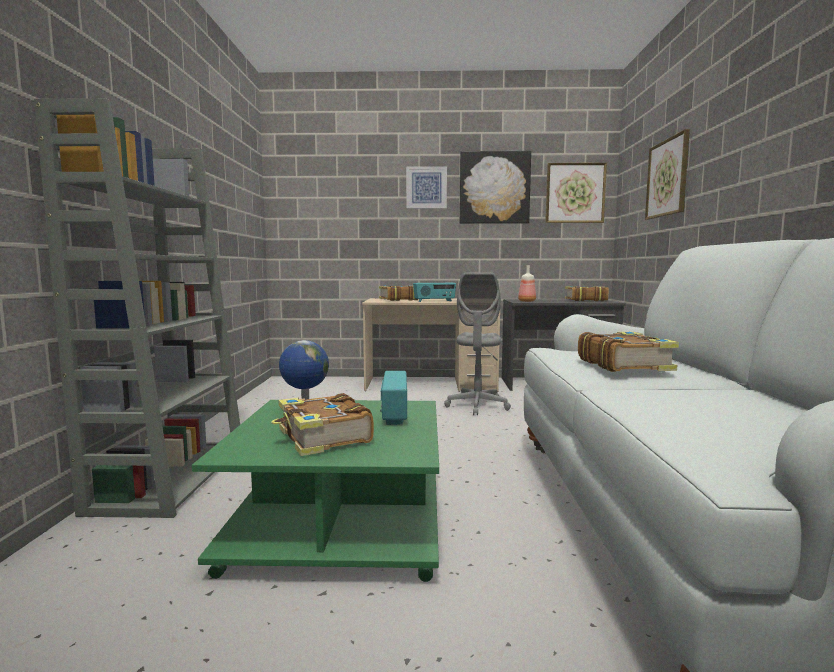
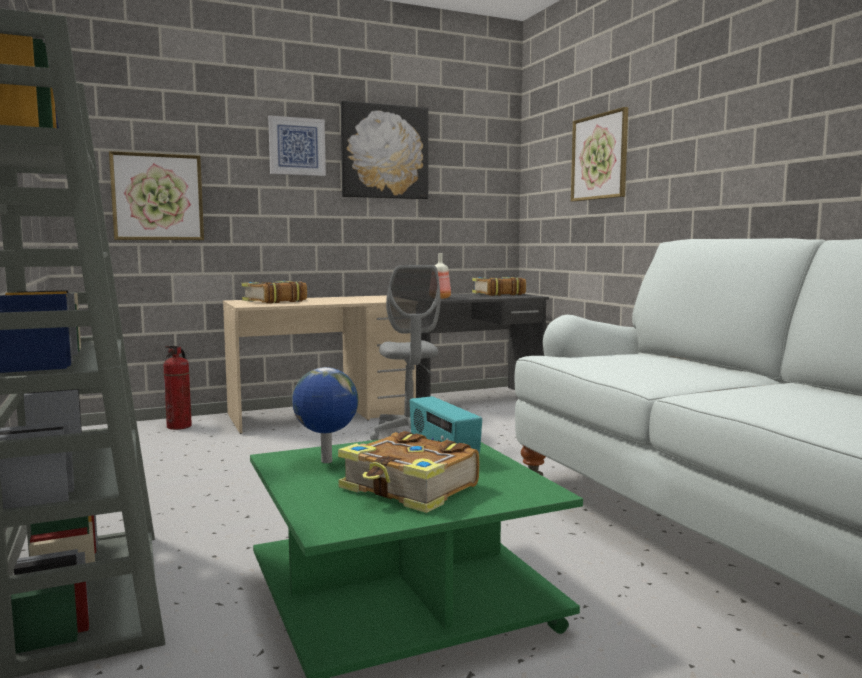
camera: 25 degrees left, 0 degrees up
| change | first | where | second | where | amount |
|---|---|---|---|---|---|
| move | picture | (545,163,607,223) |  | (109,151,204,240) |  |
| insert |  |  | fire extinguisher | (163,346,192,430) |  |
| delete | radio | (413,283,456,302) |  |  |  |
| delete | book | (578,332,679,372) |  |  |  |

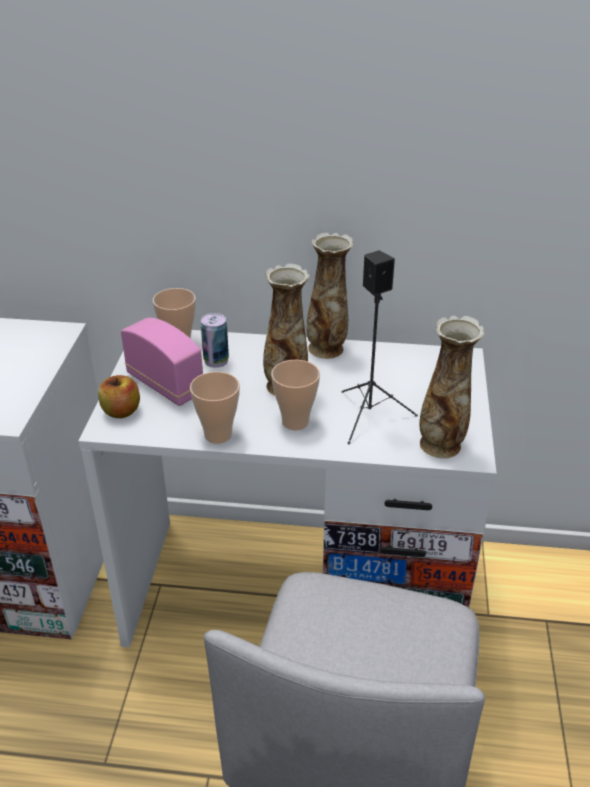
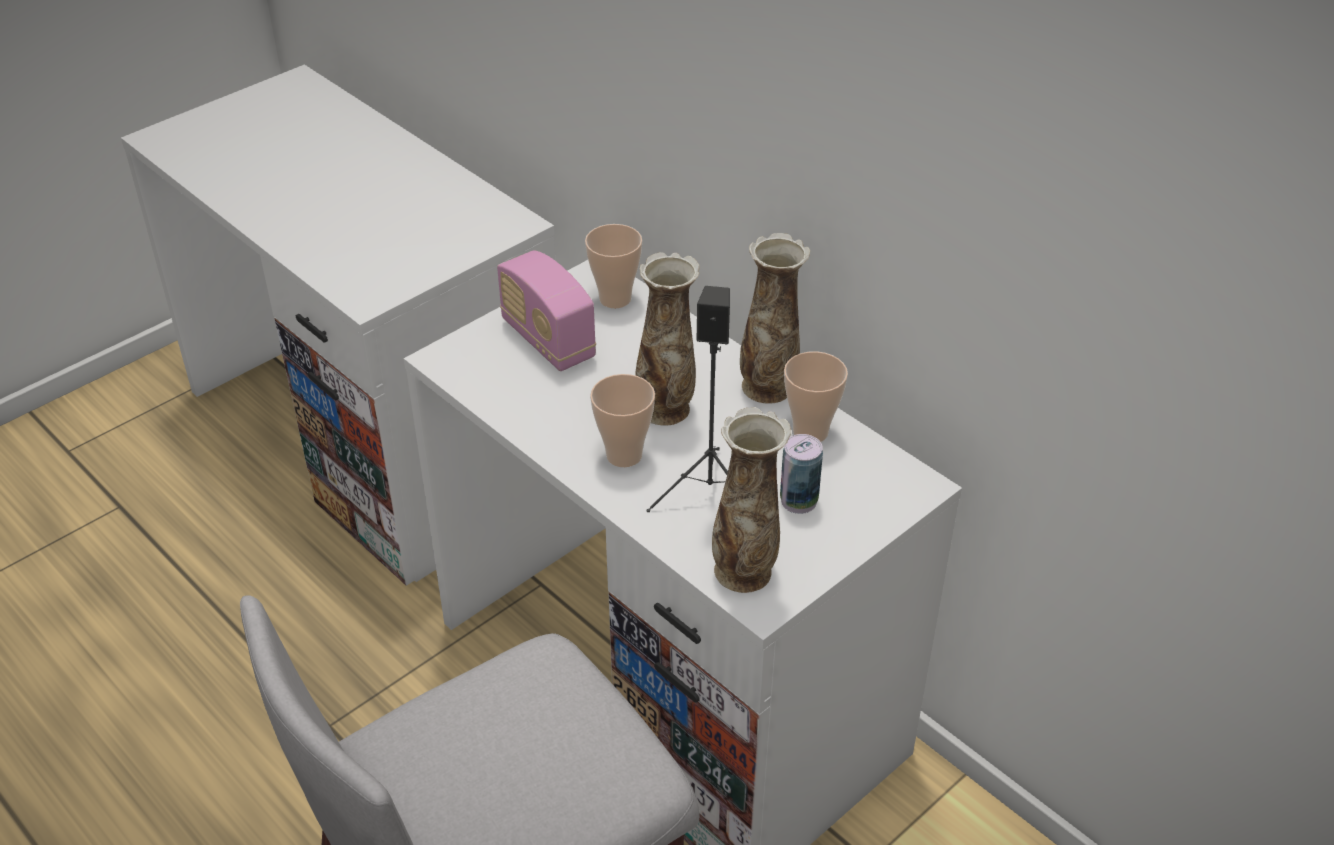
camera: 40 degrees right, 5 degrees up
| change | first | where | second | where | amount |
|---|---|---|---|---|---|
| rotate | radio | (121,318,203,406) |  | (497,250,596,371) | 150 degrees clockwise |
| move | can | (201,313,229,368) |  | (780,434,823,514) |  |
| move | cup | (190,372,240,444) |  | (784,351,848,442) |  |
| delete | apple | (98,375,140,418) |  |  |  |

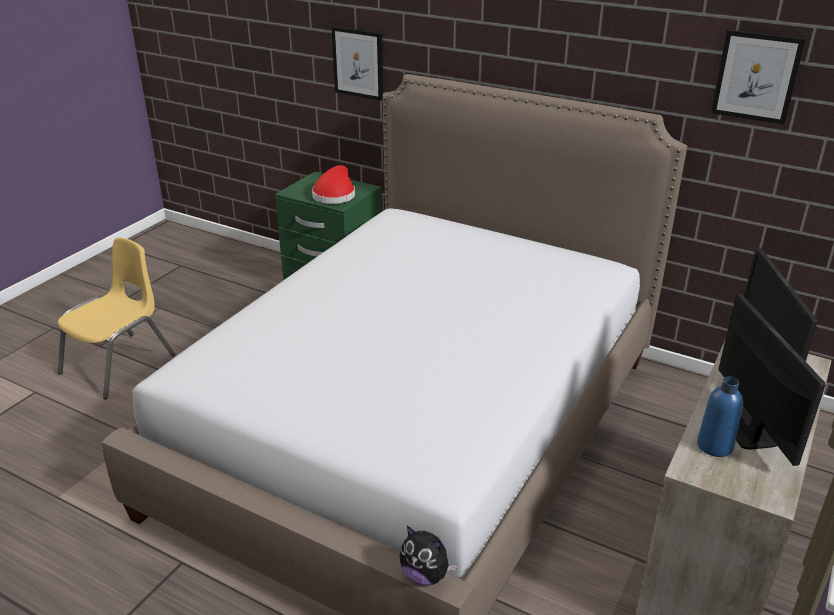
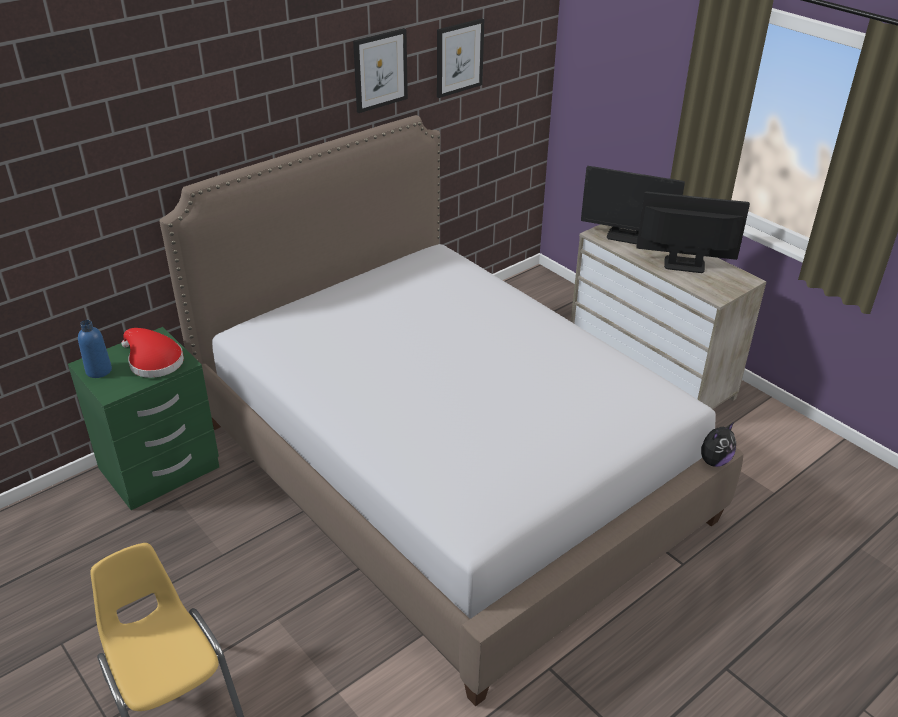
camera: 70 degrees left, 5 degrees up
| change | first | where | second | where | amount |
|---|---|---|---|---|---|
| move | bottle (blue) | (697,376,743,457) |  | (78,320,112,378) |  |
| move | picture | (332,26,383,101) |  | (353,28,408,113) |  |

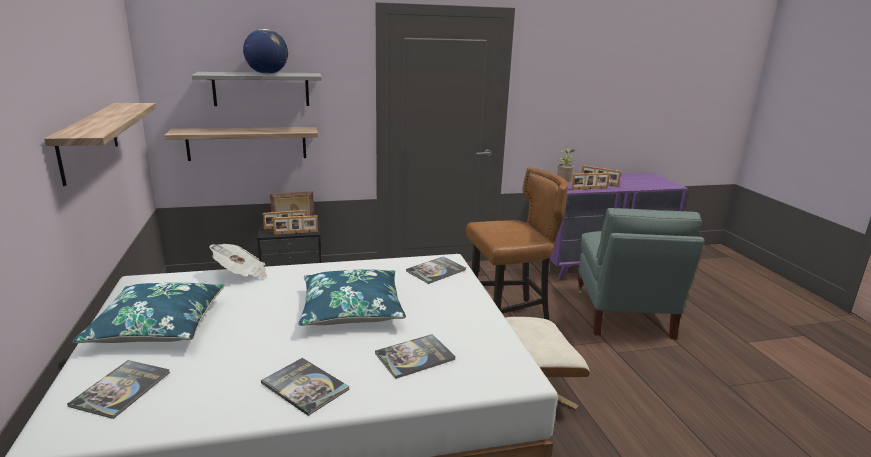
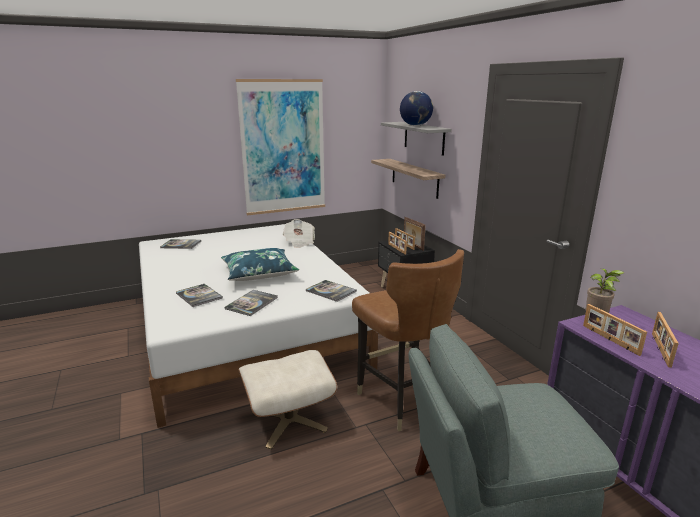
camera: 80 degrees right, 0 degrees up
| change | first | where | second | where | amount |
|---|---|---|---|---|---|
| move | book | (261,358,350,416) |  | (224,290,278,316) |  |
| replace | shelf | (44,103,156,186) | picture | (236,79,325,215) |  |
| delete | pillow (blue) | (72,283,225,343) |  |  |  |

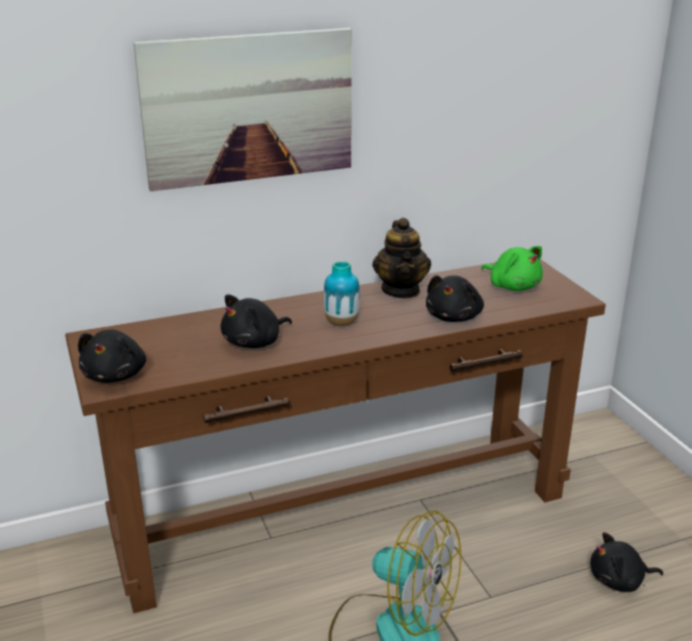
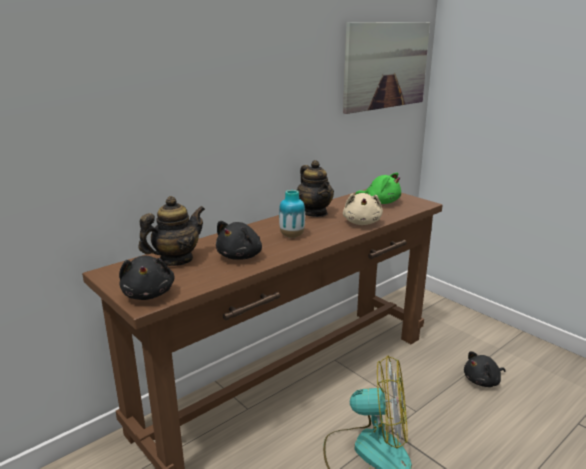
camera: 20 degrees left, 5 degrees down
| change | first | where | second | where | amount |
|---|---|---|---|---|---|
| insert |  |  | teapot | (138,196,205,266) |  |
| move | picture | (133,28,352,191) |  | (343,22,430,114) |  |
| recolor | plush toy (black) | (426,275,484,322) | plush toy (beige) | (343,193,383,225) |  |

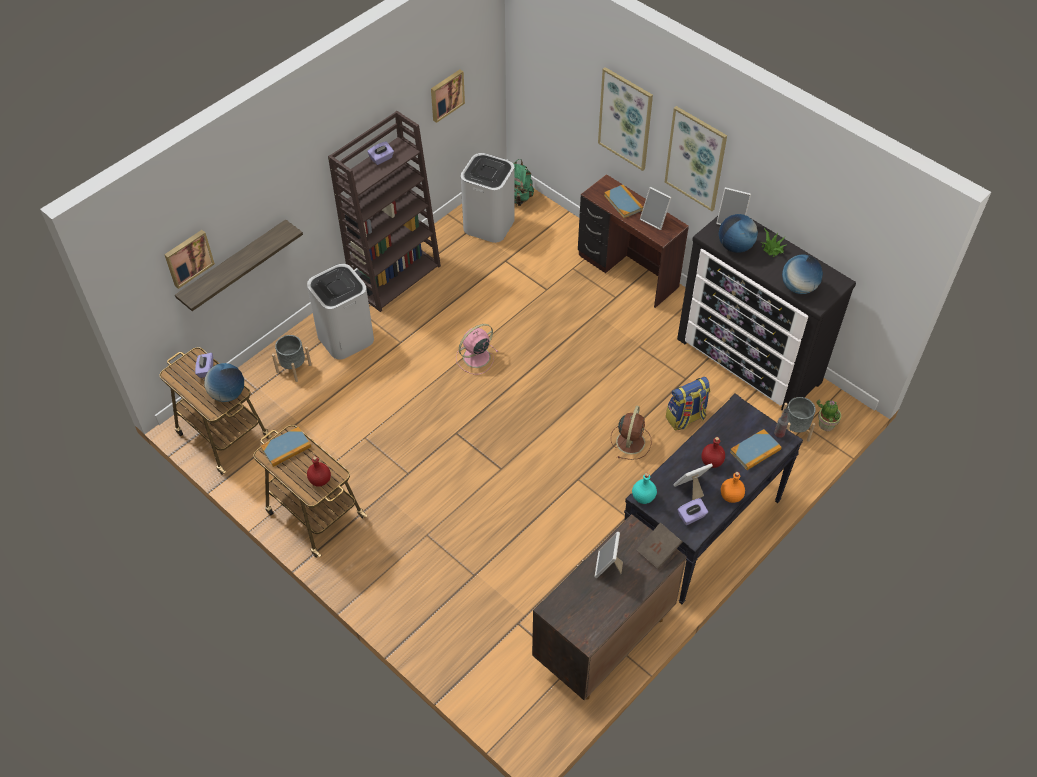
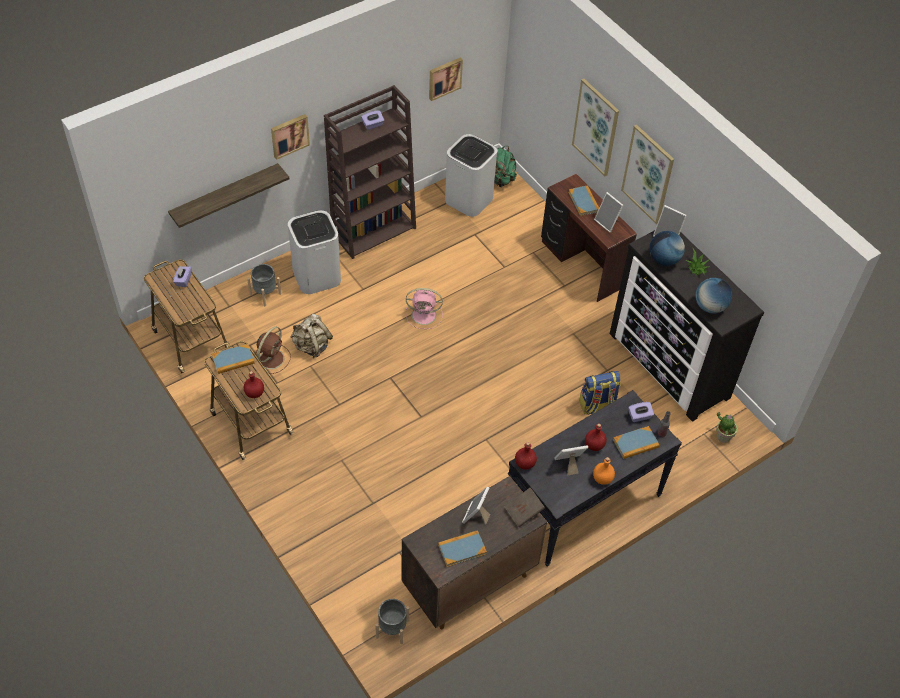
camera: 10 degrees right, 0 degrees up
| change | first | where | second | where | amount |
|---|---|---|---|---|---|
| move | fan (brown) | (611,405,652,460) |  | (255,327,291,374) |  |
| move | picture | (164,230,215,289) |  | (271,114,310,160) |  |
| insert |  |  | backpack (beige) | (290,314,333,358) |  |
| move | planter (grey) | (781,397,816,442) |  | (375,599,409,644) |  |
| rotate | fan (pink) | (456,324,498,374) |  | (406,288,443,329) | 150 degrees counterclockwise |
| insert |  |  | book | (438,530,487,567) |  |
| recolor | bottle (turquoise) | (632,473,657,504) | bottle (red) | (515,442,537,470) |  |
| move | tissue box (purple) | (678,498,708,525) |  | (628,402,654,422) |  |
| delete | globe | (204,363,244,402) |  |  |  |

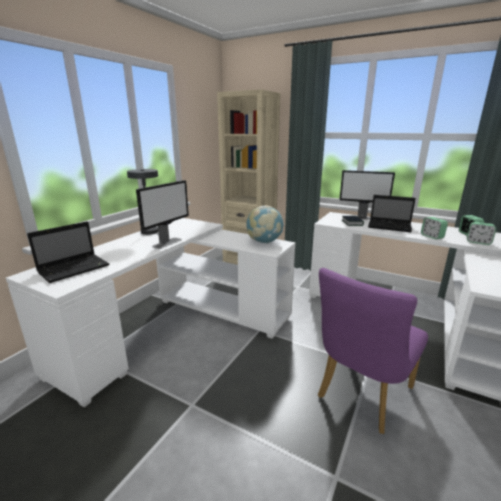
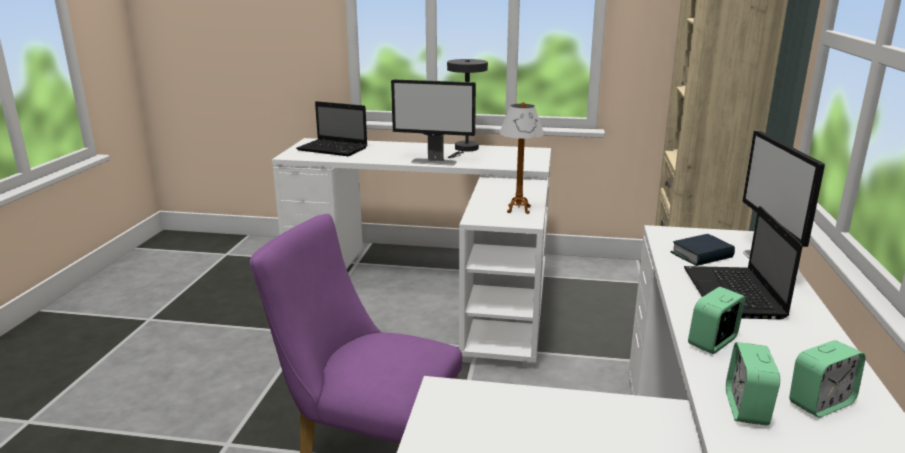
camera: 70 degrees right, 0 degrees up
| change | first | where | second | where | amount |
|---|---|---|---|---|---|
| replace | globe | (246,205,284,243) | table lamp | (499,102,544,214) |  |

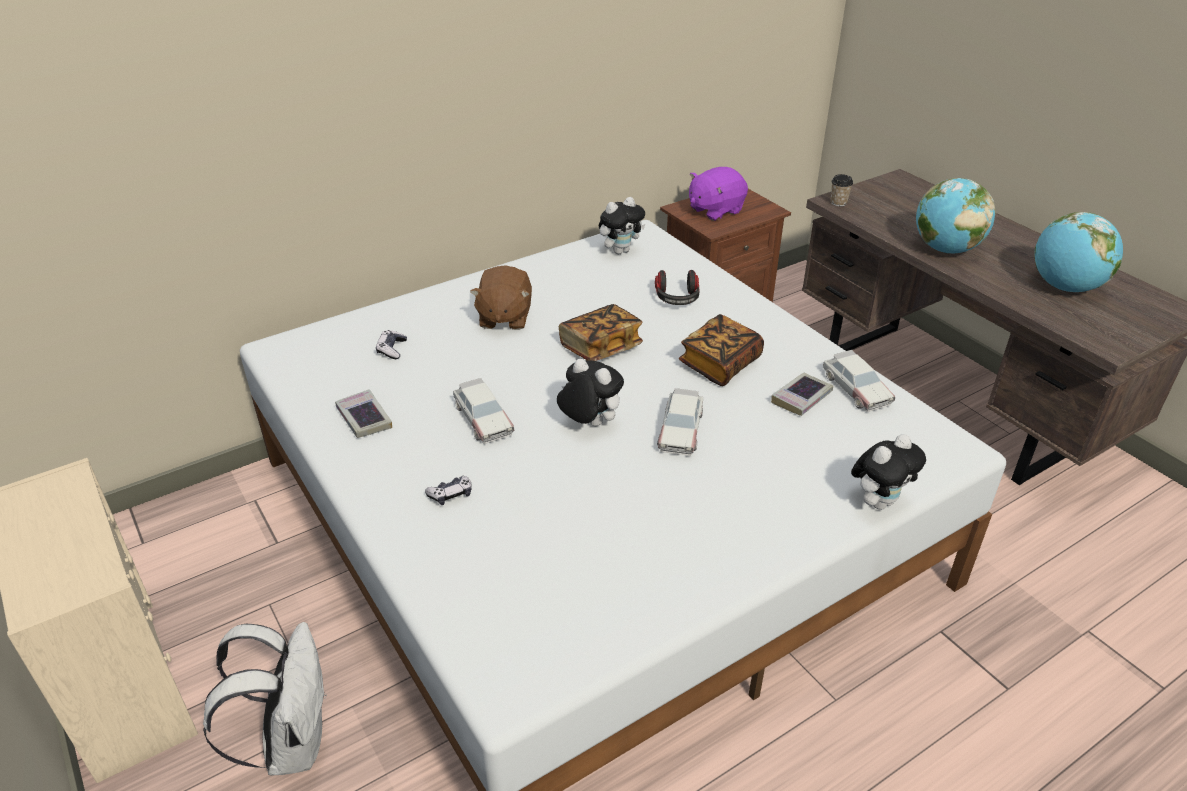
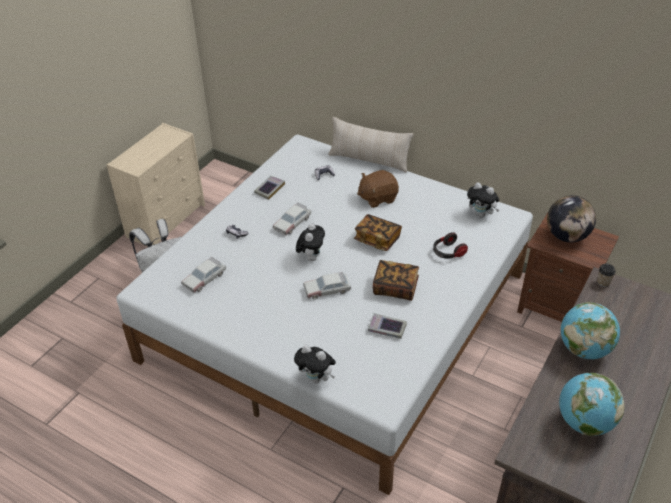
camera: 65 degrees right, 5 degrees up
| change | first | where | second | where | amount |
|---|---|---|---|---|---|
| move | toy car | (823,350,895,412) |  | (181,257,226,294) |  |
| insert |  |  | pillow (beige) | (328,117,414,173) |  |
| replace | plush toy (purple) | (689,167,748,221) | globe | (547,195,596,242) |  |

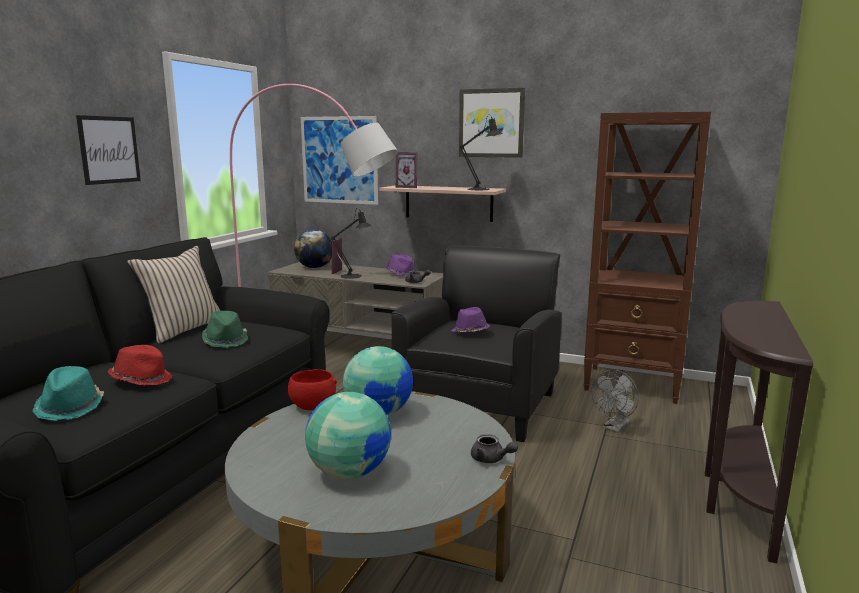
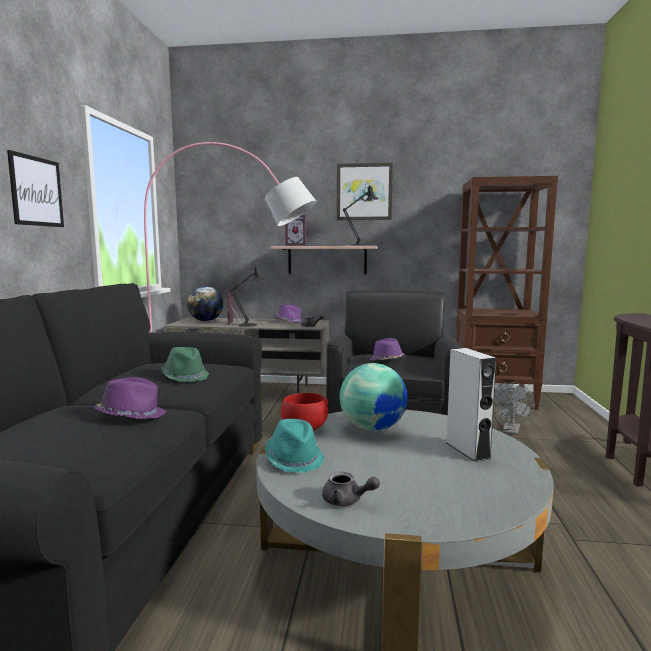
camera: 15 degrees left, 5 degrees down
| change | first | where | second | where | amount |
|---|---|---|---|---|---|
| recolor | hat (red) | (108,345,172,386) | hat (purple) | (94,377,165,419) |  |
| move | hat (turquoise) | (33,366,104,421) |  | (265,419,324,473) |  |
| move | teapot (grey) | (471,434,518,463) |  | (322,472,380,506) |  |
| insert |  |  | speaker (grey) | (445,348,496,462) |  |
| delete | pillow (beige) | (127,246,220,344) |  |  |  |
| delete | picture | (301,116,378,205) |  |  |  |
| delete | globe | (305,392,391,479) |  |  |  |

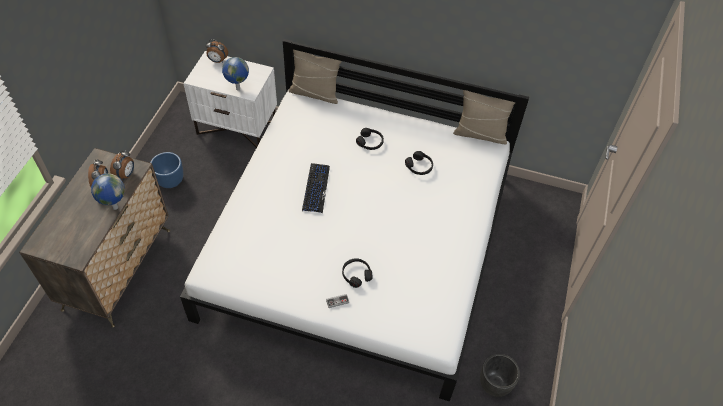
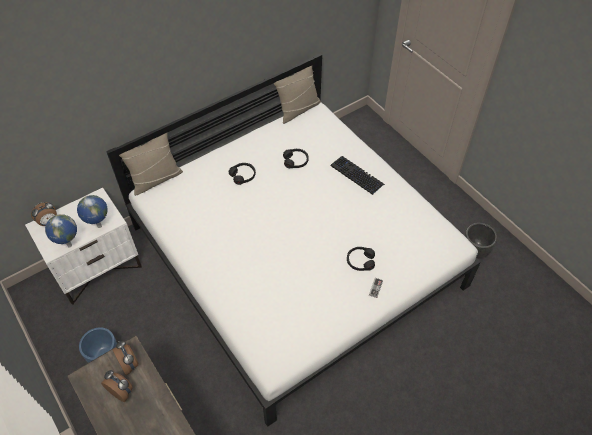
camera: 50 degrees left, 0 degrees up
| change | first | where | second | where | amount |
|---|---|---|---|---|---|
| move | globe | (91,173,125,210) |  | (45,214,77,248) |  |
| move | keyboard | (302,163,330,213) |  | (331,156,385,195) |  |

